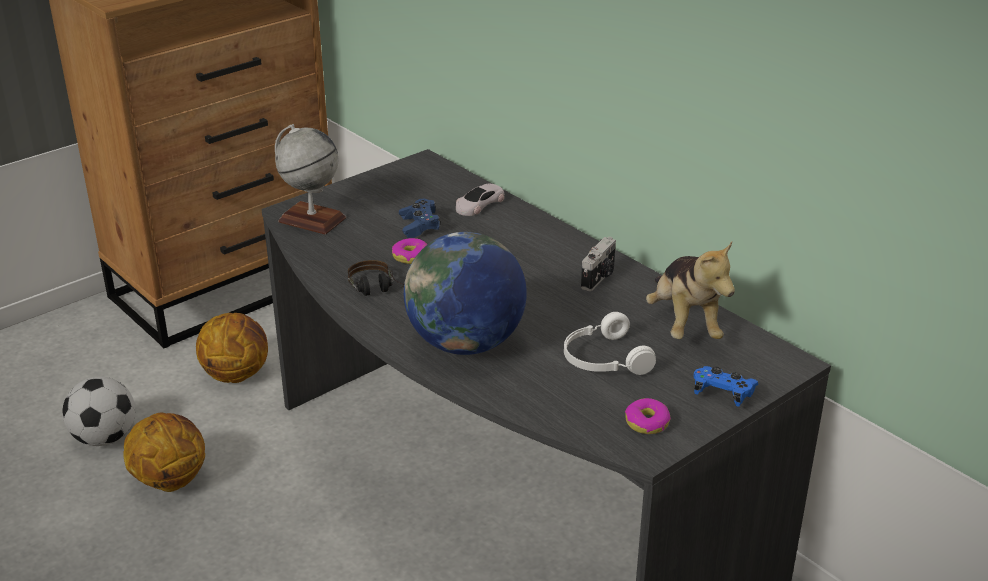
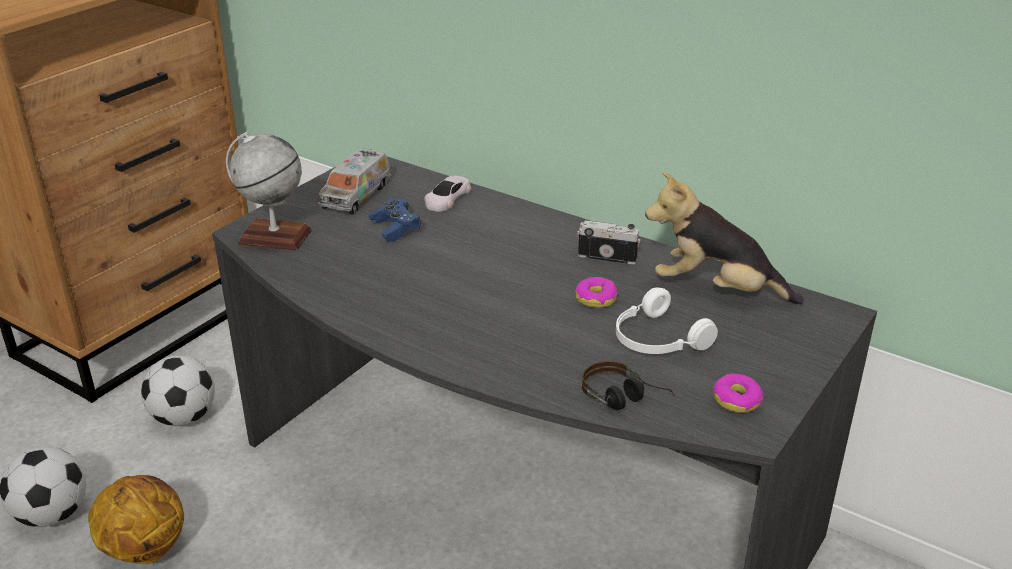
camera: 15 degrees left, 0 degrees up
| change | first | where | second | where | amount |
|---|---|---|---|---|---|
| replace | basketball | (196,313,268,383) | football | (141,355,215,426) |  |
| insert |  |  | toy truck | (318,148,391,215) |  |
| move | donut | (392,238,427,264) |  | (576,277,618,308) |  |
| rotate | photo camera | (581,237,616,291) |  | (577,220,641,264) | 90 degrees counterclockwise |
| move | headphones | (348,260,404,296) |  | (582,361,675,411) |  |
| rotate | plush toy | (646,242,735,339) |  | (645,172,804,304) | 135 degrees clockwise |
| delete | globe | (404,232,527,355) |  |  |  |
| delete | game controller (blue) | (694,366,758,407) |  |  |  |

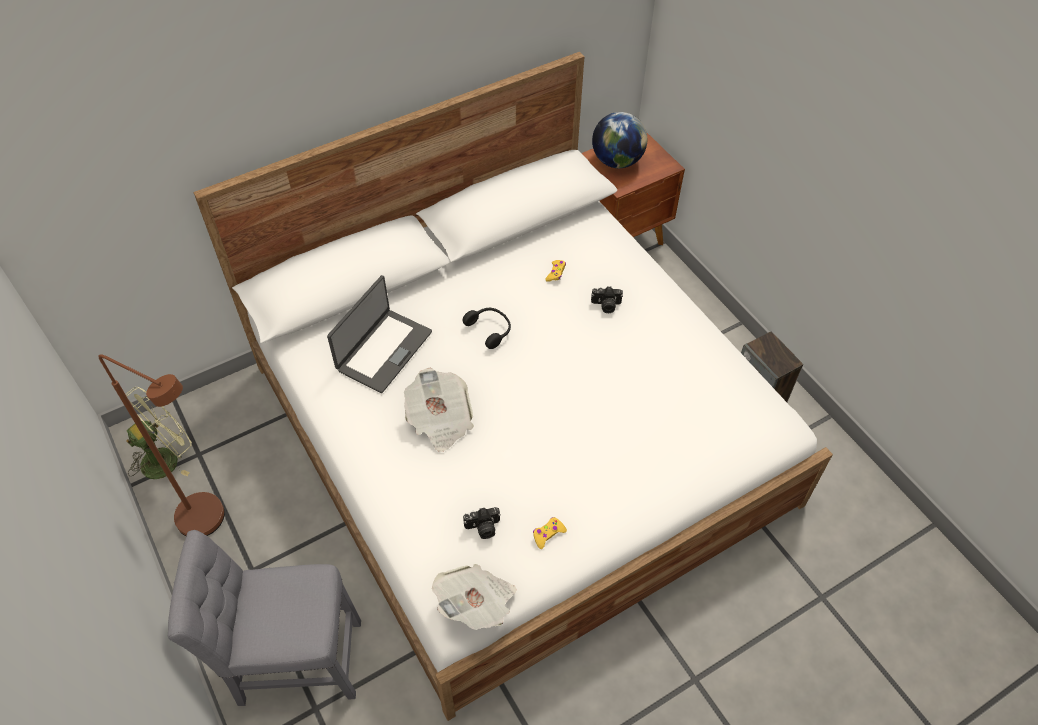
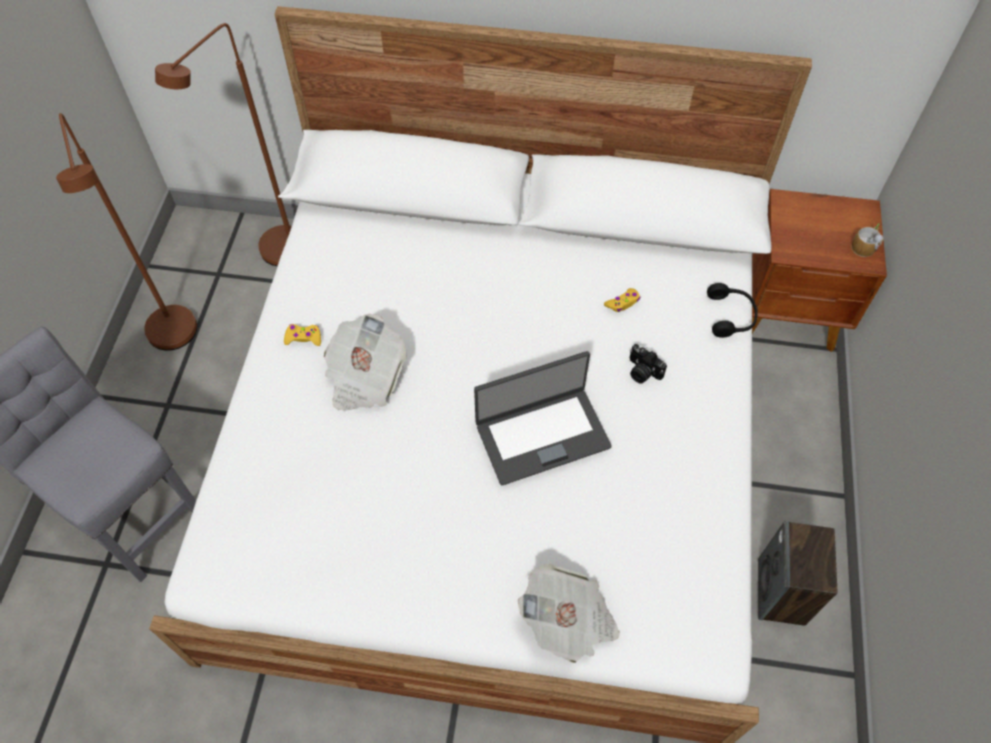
camera: 40 degrees right, 5 degrees up
| change | first | where | second | where | amount |
|---|---|---|---|---|---|
| insert |  |  | floor lamp (brown) | (155,23,292,266) |  |
| move | game controller (yellow) | (533,517,567,549) |  | (284,324,321,346) |  |
| move | laptop | (327,275,432,393) |  | (474,351,612,485) |  |
| move | newspaper | (432,564,517,630) |  | (518,564,620,663) |  |
| move | headphones (black) | (462,308,511,349) |  | (707,283,758,338) |  |
| insert |  |  | mug | (851,223,884,257) |  |
| delete | fan (green) | (126,387,192,479) |  |  |  |
| delete | photo camera | (463,507,501,539) |  |  |  |
| delete | globe | (592,112,647,168) |  |  |  |

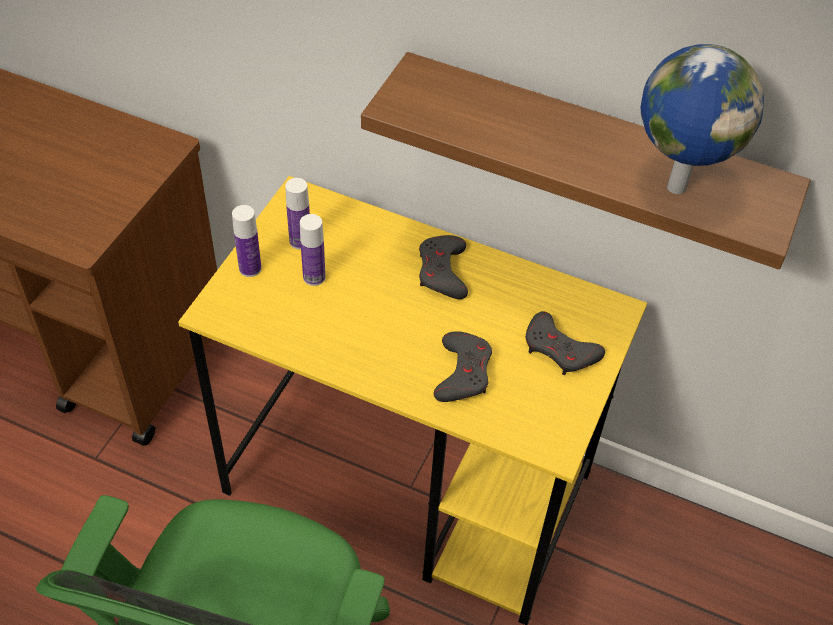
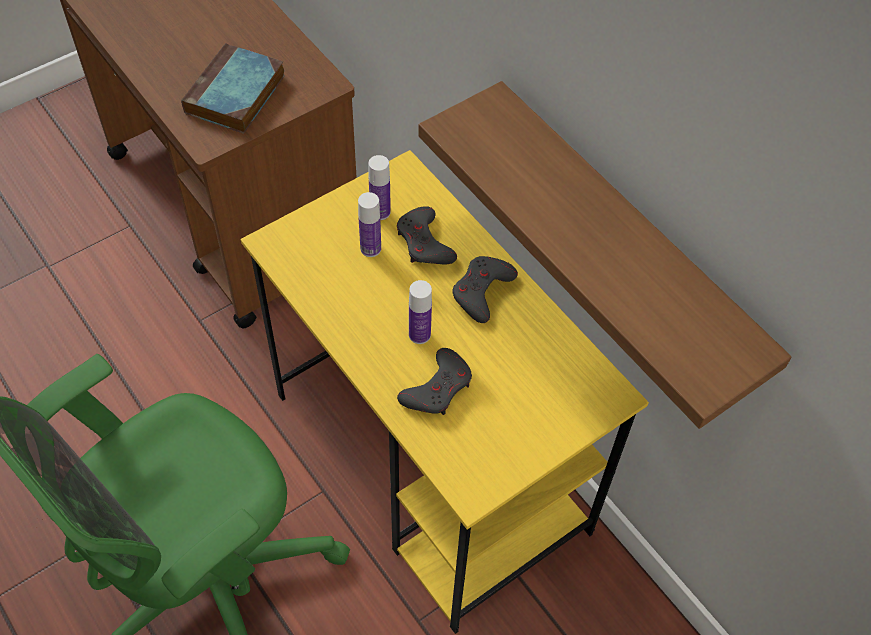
camera: 30 degrees right, 5 degrees up
| change | first | where | second | where | amount |
|---|---|---|---|---|---|
| insert |  |  | book | (181,43,285,134) |  |
| move | game controller (grey) | (526,311,605,375) |  | (397,206,457,264) |  |
| move | bottle | (232,205,261,277) |  | (409,280,432,344) |  |
| delete | globe | (641,44,764,194) |  |  |  |

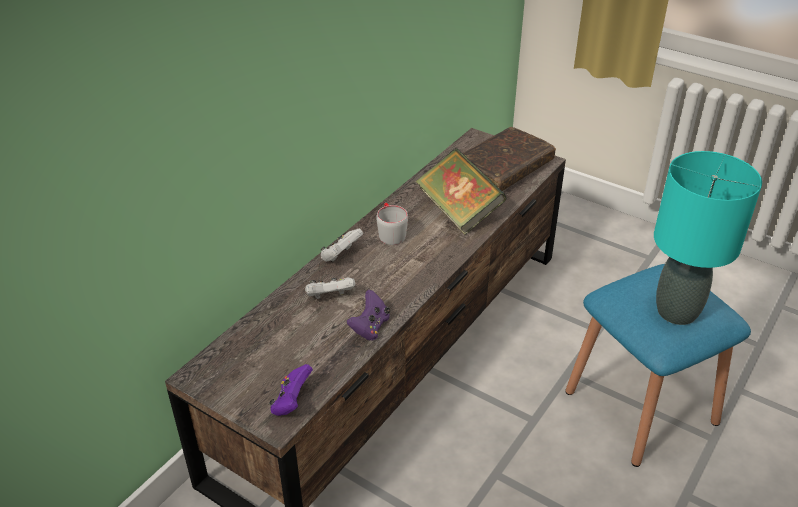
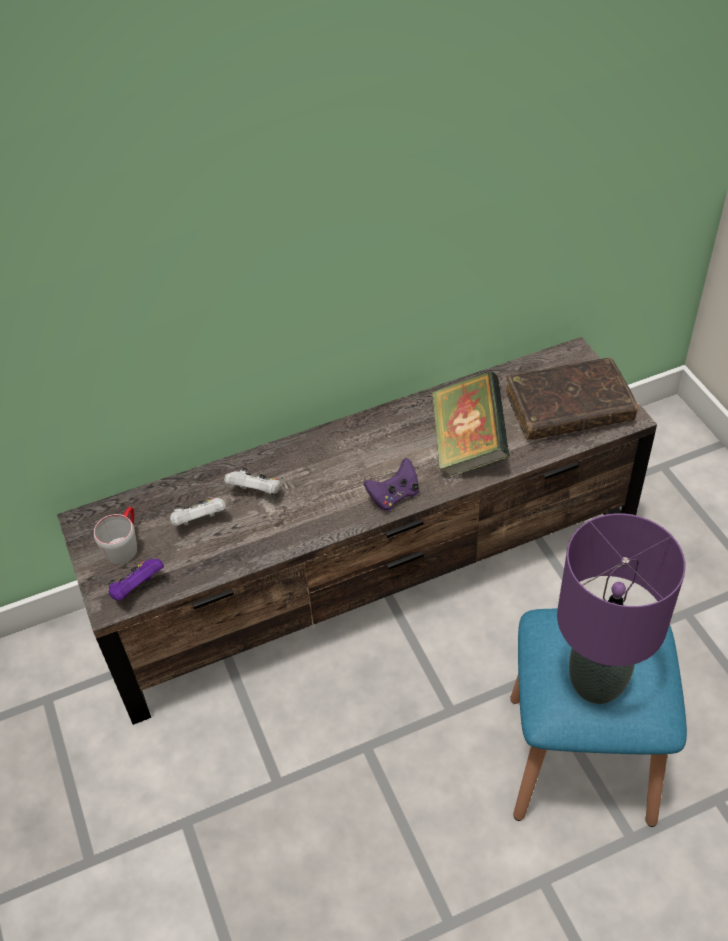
camera: 35 degrees right, 10 degrees up
| change | first | where | second | where | amount |
|---|---|---|---|---|---|
| move | mug (grey) | (376,203,408,245) |  | (94,507,137,564) |  |
| move | game controller (white) | (320,228,363,262) |  | (170,498,226,526) |  |
| move | game controller (purple) | (347,290,390,341) |  | (364,458,419,511) |  |
| recolor | table lamp (turquoise) | (654,151,762,325) | table lamp (purple) | (557,513,685,704) |  |

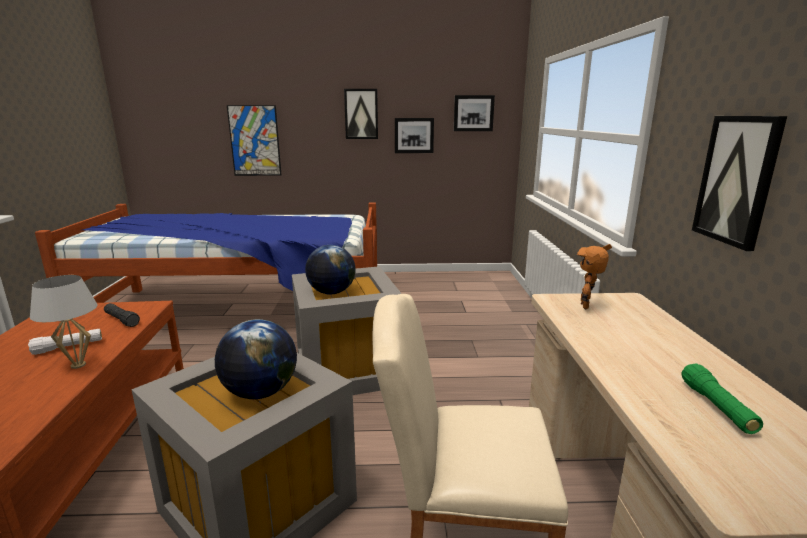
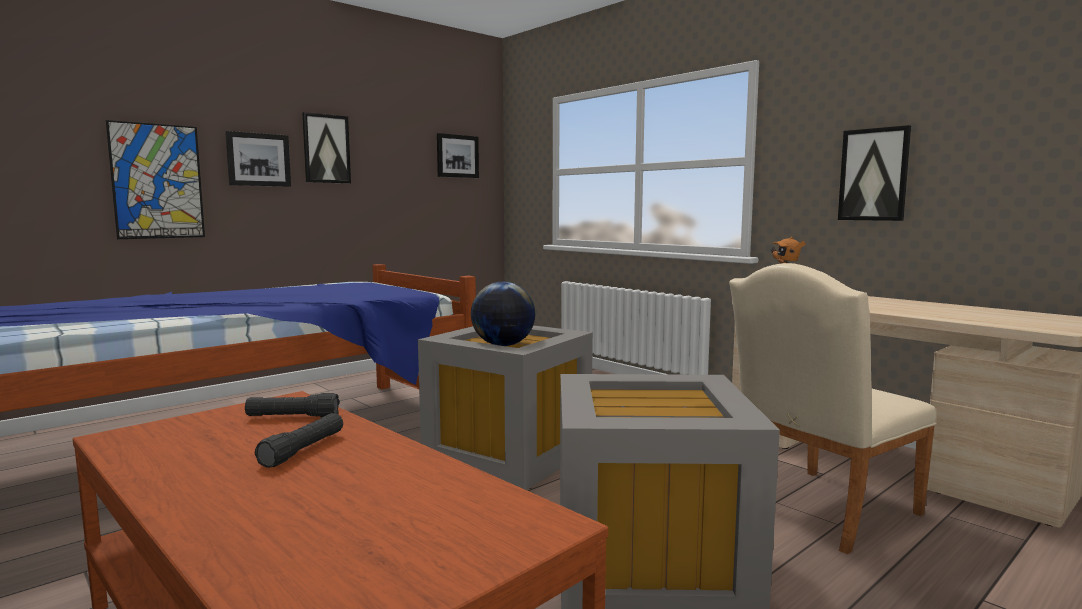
camera: 40 degrees left, 10 degrees down
| change | first | where | second | where | amount |
|---|---|---|---|---|---|
| move | picture | (395,118,434,153) |  | (225,131,291,187) |  |
| recolor | flashlight (white) | (28,329,102,355) | flashlight (black) | (255,413,343,468) |  |
| delete | table lamp (white) | (30,275,97,369) |  |  |  |
| delete | globe | (215,319,297,399) |  |  |  |
| delete | flashlight (green) | (682,363,763,434) |  |  |  |

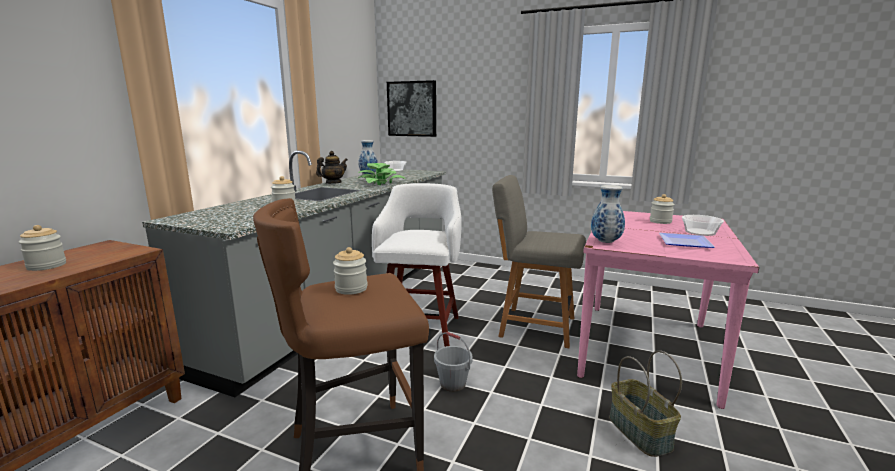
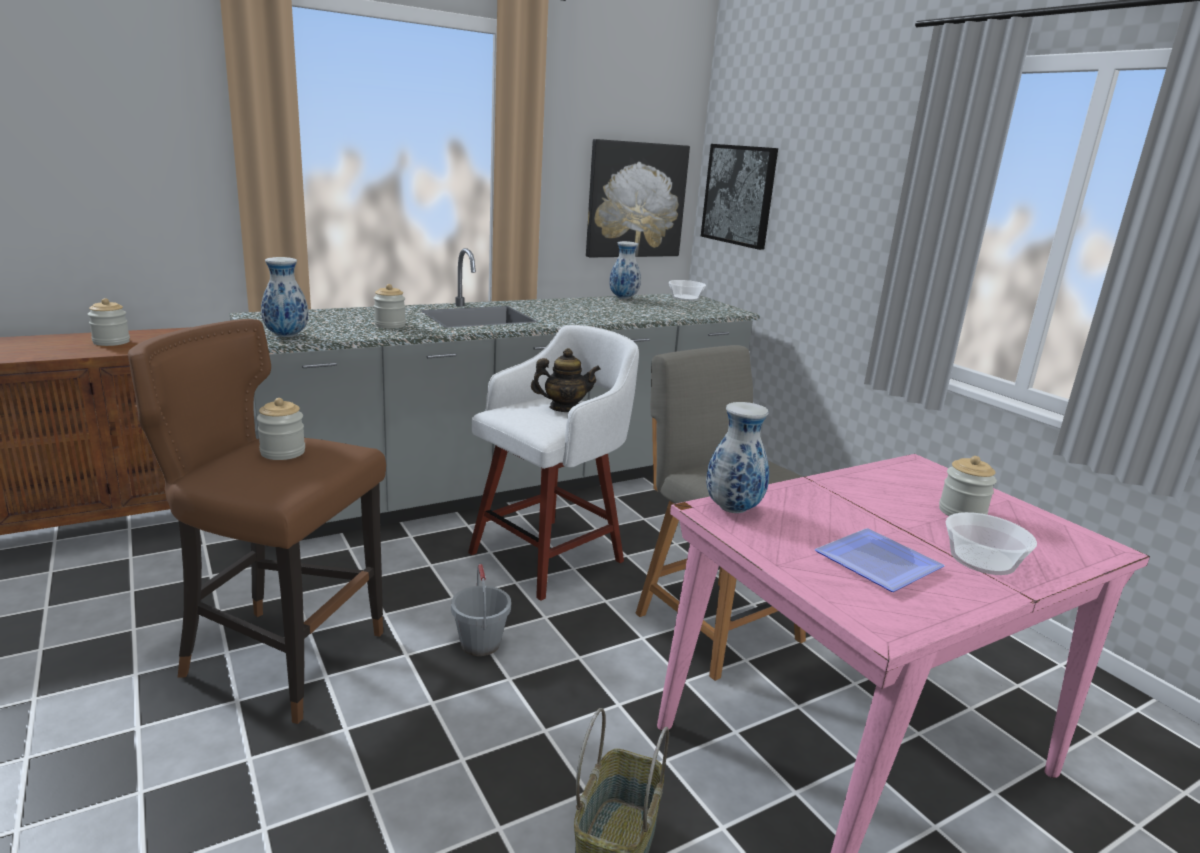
camera: 35 degrees right, 5 degrees up
| change | first | where | second | where | amount |
|---|---|---|---|---|---|
| insert |  |  | vase | (261,257,309,337) |  |
| move | teapot | (316,151,348,184) |  | (531,348,601,412) |  |
| insert |  |  | picture | (586,139,690,257) |  |
| delete | potted plant | (357,163,407,185) |  |  |  |

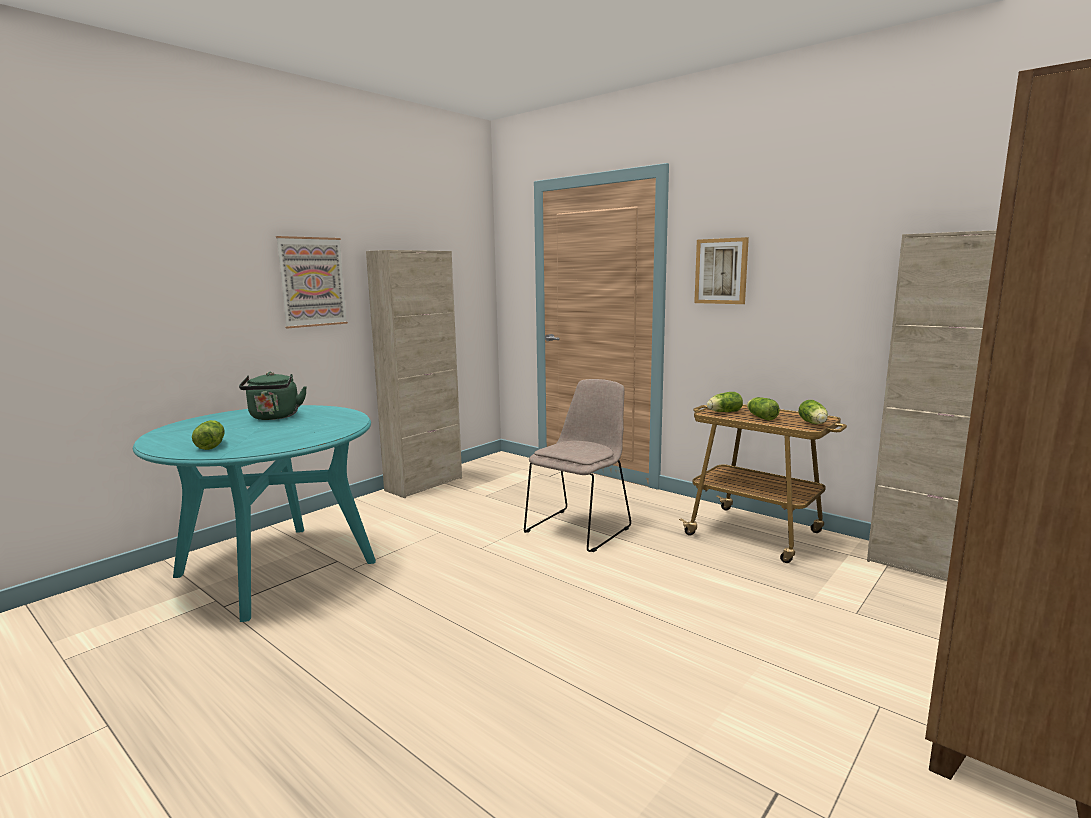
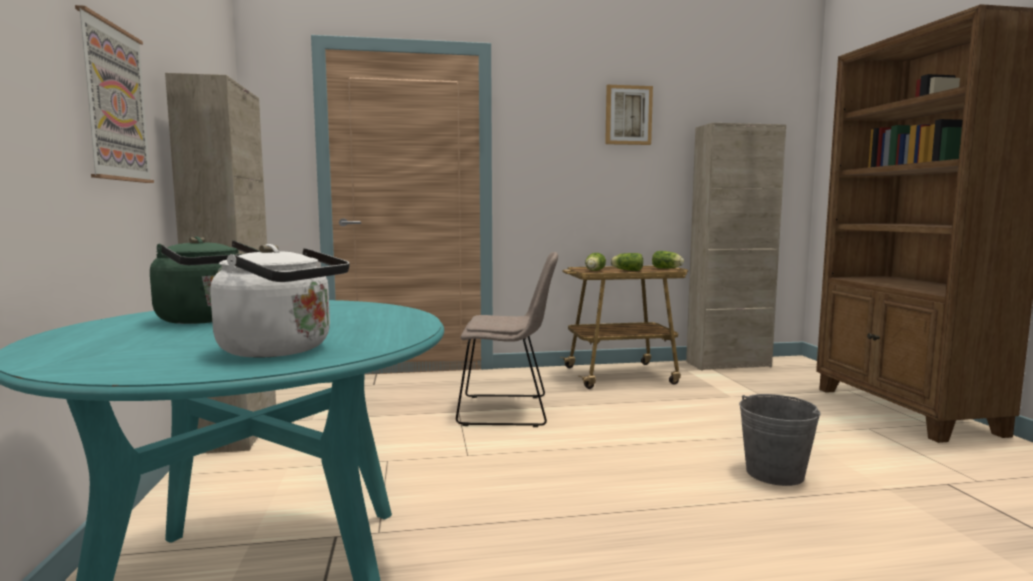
camera: 50 degrees left, 5 degrees down
| change | first | where | second | where | amount |
|---|---|---|---|---|---|
| replace | lettuce | (192,420,225,450) | kettle (white) | (210,244,349,358) |  |
| rotate | chair (beige) | (524,379,631,552) |  | (456,252,558,427) | 105 degrees clockwise |
| move | picture | (694,237,749,304) |  | (605,85,653,145) |  |
| insert |  |  | bucket (grey) | (739,394,821,486) |  |

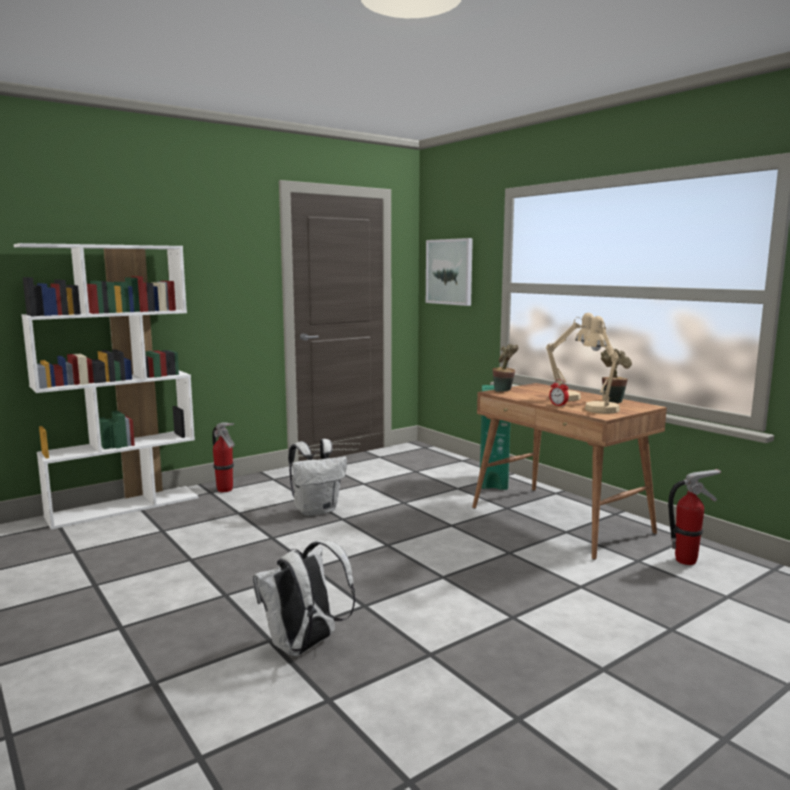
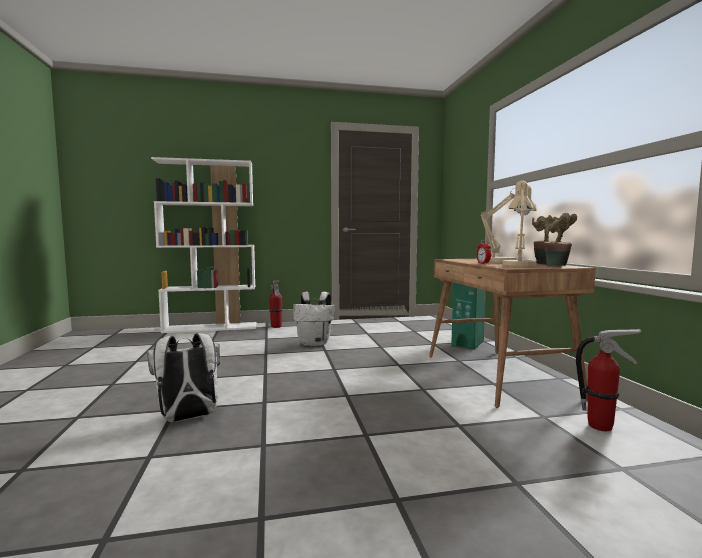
camera: 25 degrees right, 5 degrees down
| change | first | where | second | where | amount |
|---|---|---|---|---|---|
| move | potted plant | (492,344,518,392) |  | (544,213,577,266) |  |
| delete | picture | (426,238,473,306) |  |  |  |

